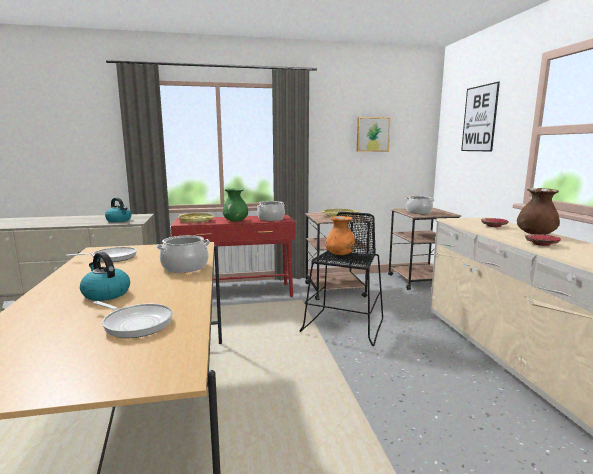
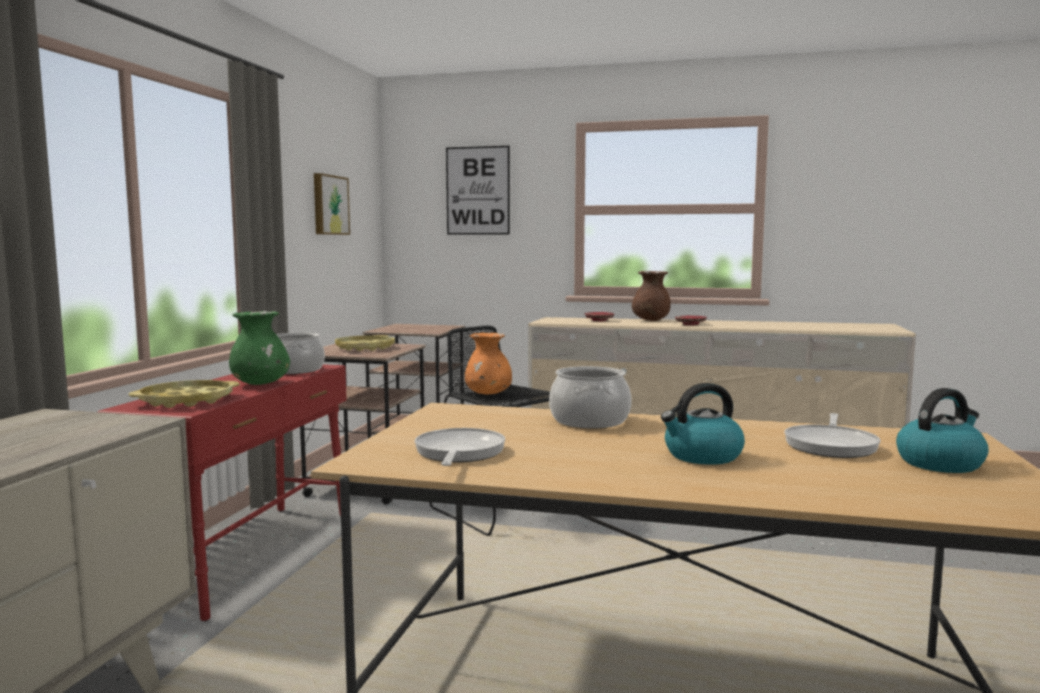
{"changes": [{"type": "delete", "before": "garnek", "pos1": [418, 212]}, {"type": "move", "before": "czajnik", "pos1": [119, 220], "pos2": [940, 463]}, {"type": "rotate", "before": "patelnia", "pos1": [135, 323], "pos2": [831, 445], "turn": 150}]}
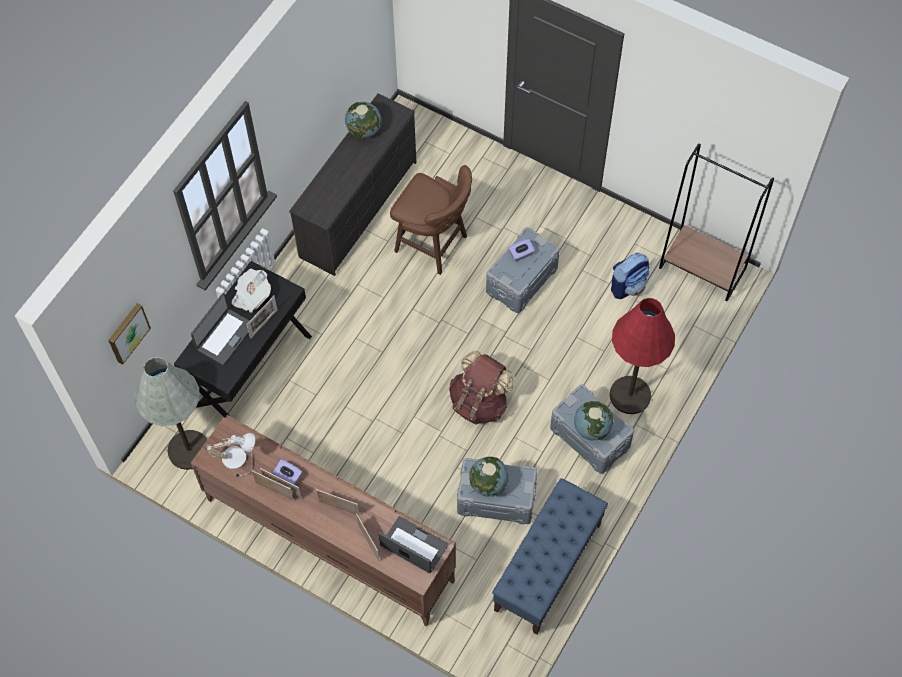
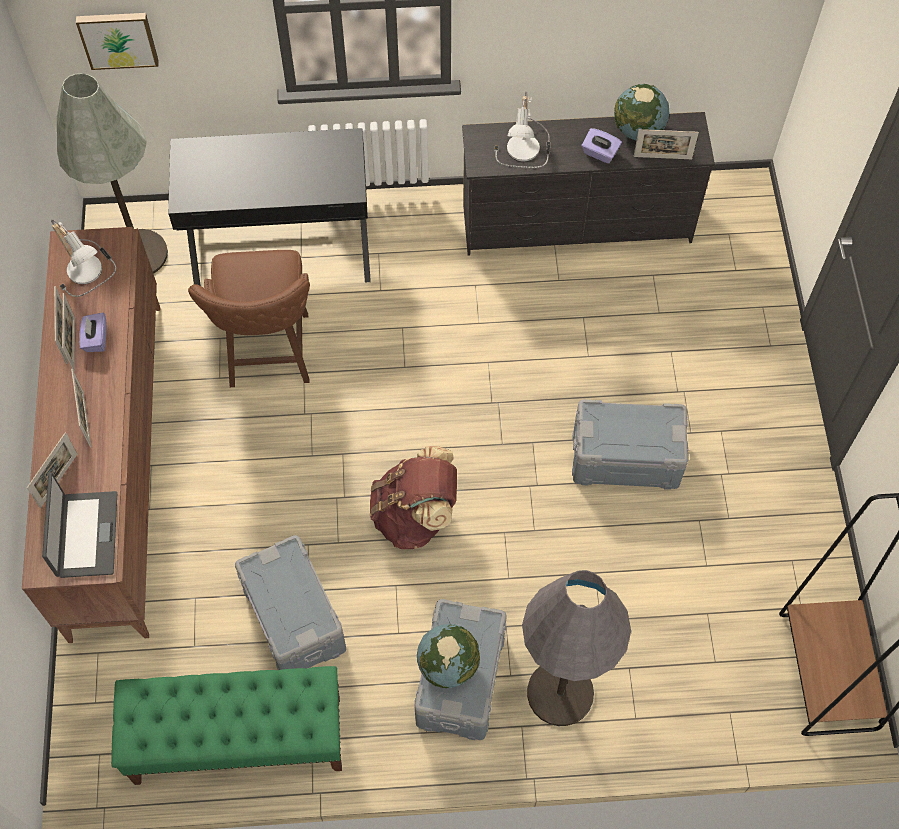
{"changes": [{"type": "move", "before": "stołek (brązowy)", "pos1": [434, 245], "pos2": [269, 355]}, {"type": "move", "before": "pudełko chusteczek (fioletowy)", "pos1": [521, 254], "pos2": [599, 153]}, {"type": "delete", "before": "plecak", "pos1": [628, 286]}, {"type": "delete", "before": "gazeta", "pos1": [251, 296]}, {"type": "delete", "before": "laptop", "pos1": [224, 336]}, {"type": "move", "before": "ramka na zdjęcie", "pos1": [264, 324], "pos2": [662, 157]}, {"type": "recolor", "before": "lampa stojąca (czerwony)", "after": "lampa stojąca (szary)", "pos1": [630, 395], "pos2": [560, 693]}, {"type": "delete", "before": "globus", "pos1": [488, 484]}, {"type": "recolor", "before": "ławka (niebieski)", "after": "ławka (zielony)", "pos1": [547, 567], "pos2": [237, 740]}, {"type": "insert", "after": "lampa stołowa", "pos2": [526, 150]}]}
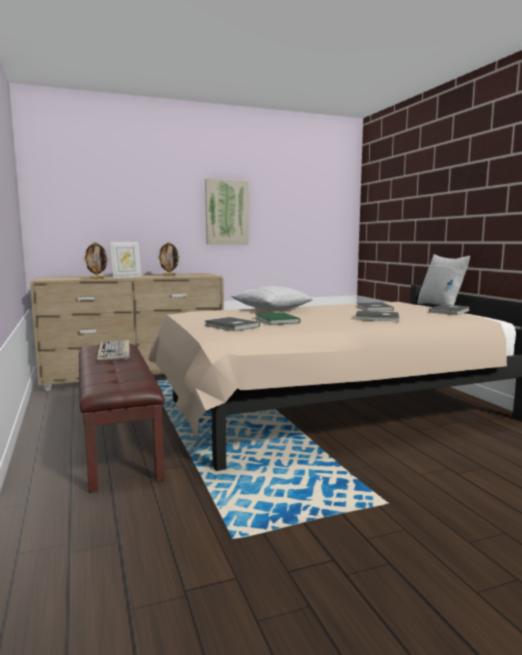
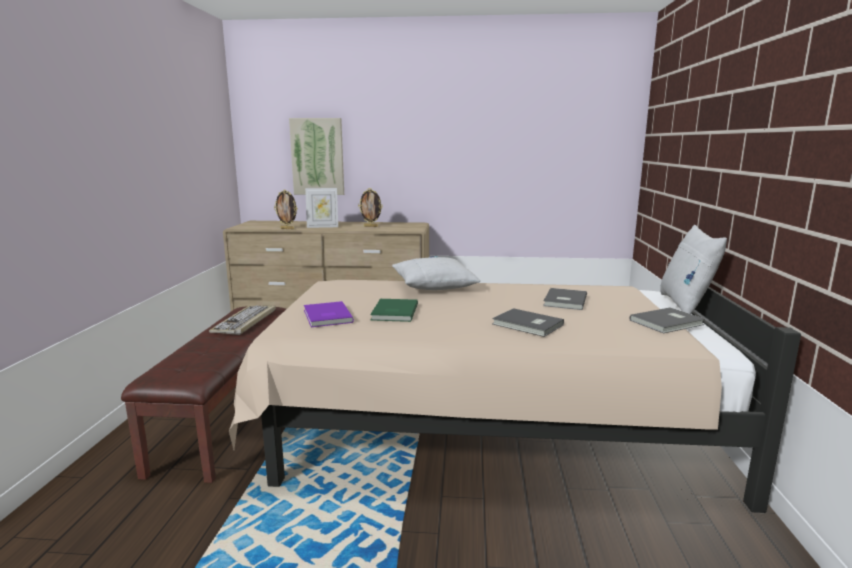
{"changes": [{"type": "move", "before": "obraz", "pos1": [226, 212], "pos2": [317, 157]}, {"type": "recolor", "before": "książka (szary)", "after": "książka (fioletowy)", "pos1": [231, 326], "pos2": [326, 316]}]}
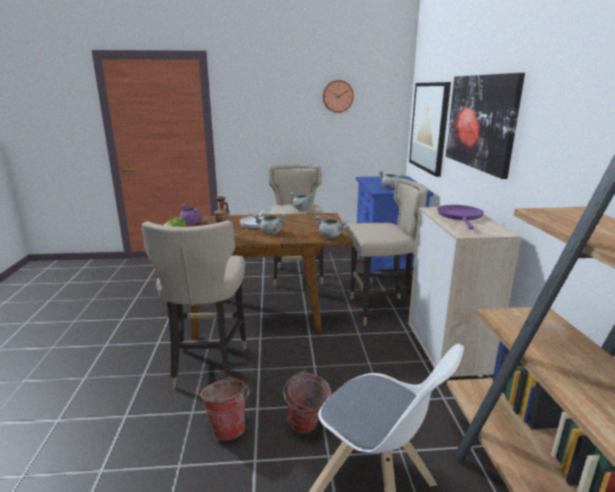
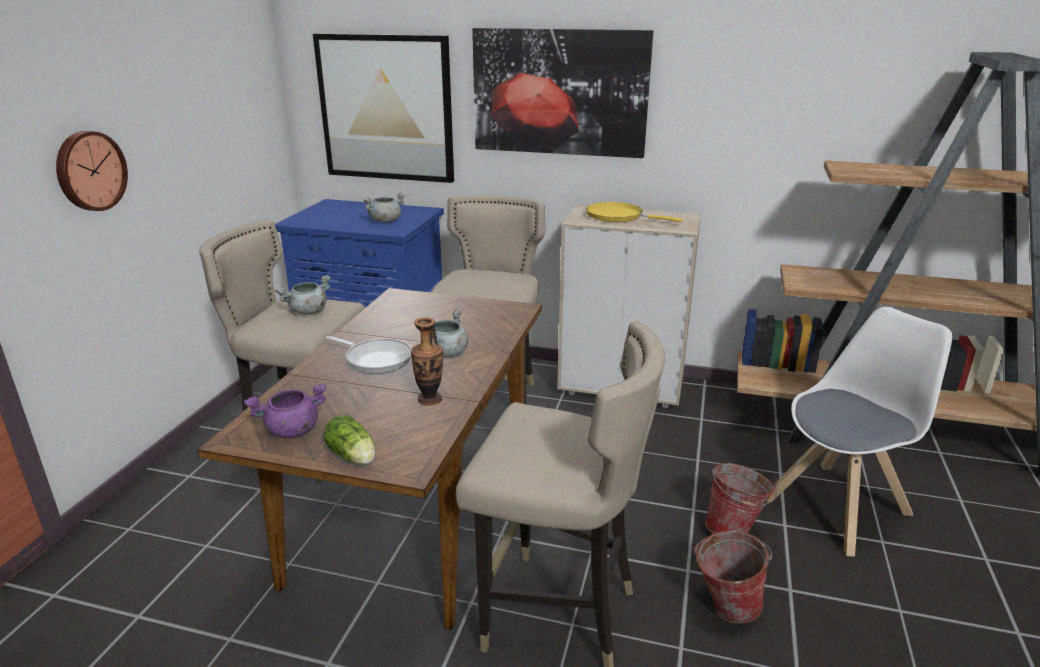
{"changes": [{"type": "move", "before": "zegar ścienny", "pos1": [338, 96], "pos2": [89, 171]}, {"type": "recolor", "before": "patelnia (fioletowy)", "after": "patelnia (żółty)", "pos1": [460, 216], "pos2": [618, 216]}, {"type": "delete", "before": "garnek (szary)", "pos1": [331, 236]}]}
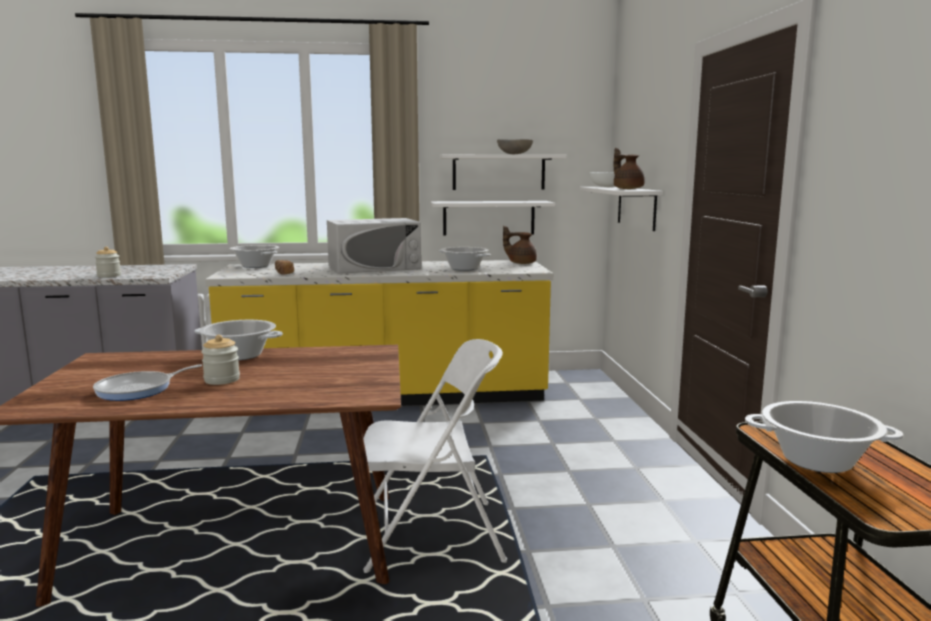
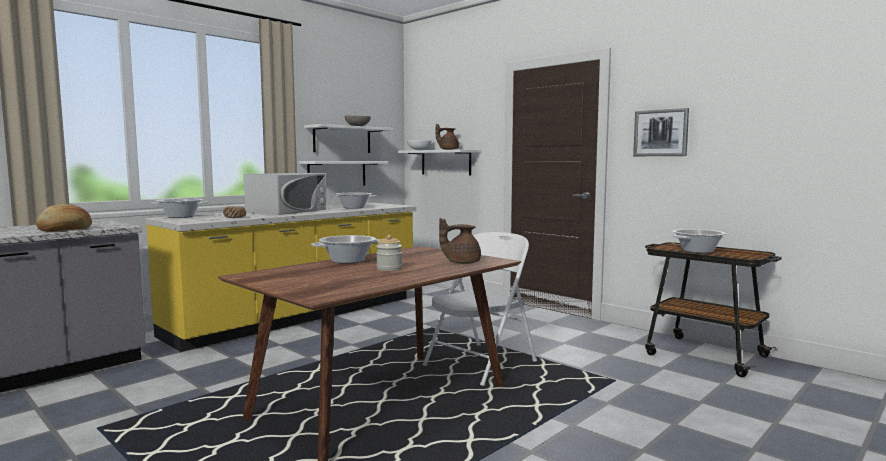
{"changes": [{"type": "move", "before": "imbryk (brązowy)", "pos1": [521, 263], "pos2": [461, 262]}, {"type": "replace", "before": "słoik", "after": "chleb", "pos1": [109, 276], "pos2": [66, 230]}, {"type": "delete", "before": "patelnia", "pos1": [139, 389]}, {"type": "insert", "after": "obraz", "pos2": [661, 133]}]}
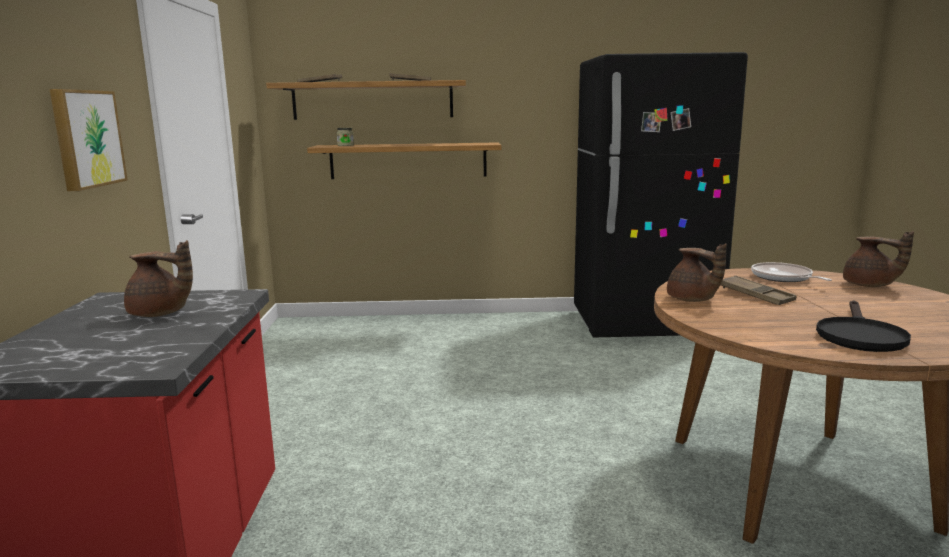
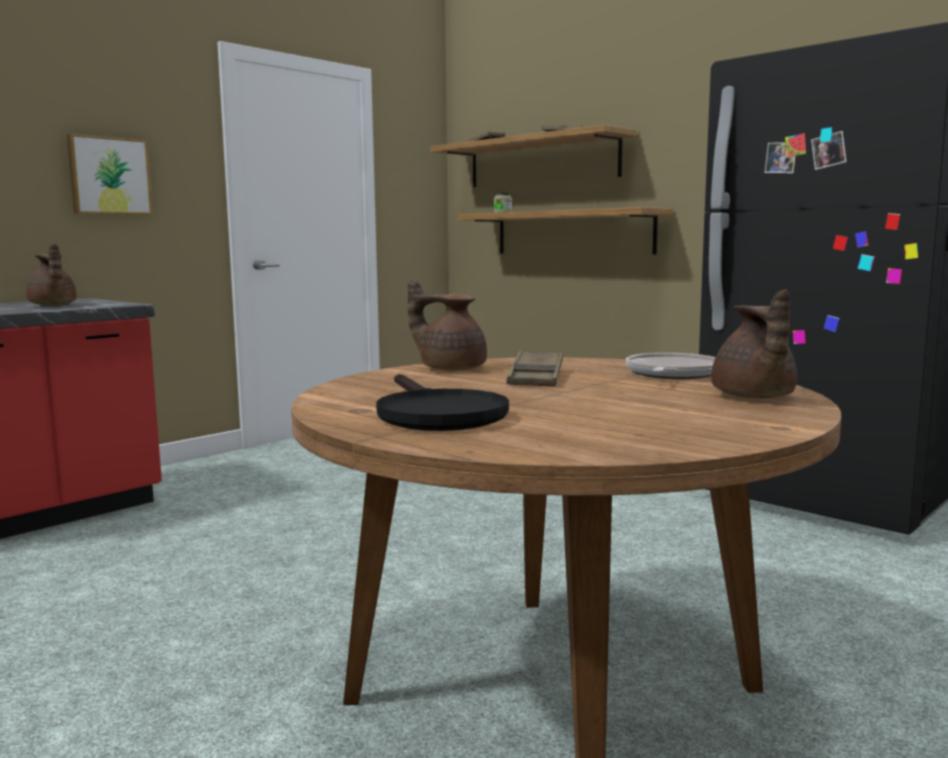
{"changes": [{"type": "rotate", "before": "imbryk (brązowy)", "pos1": [692, 300], "pos2": [450, 368], "turn": 105}, {"type": "rotate", "before": "patelnia (czarny)", "pos1": [859, 335], "pos2": [435, 414], "turn": -90}]}
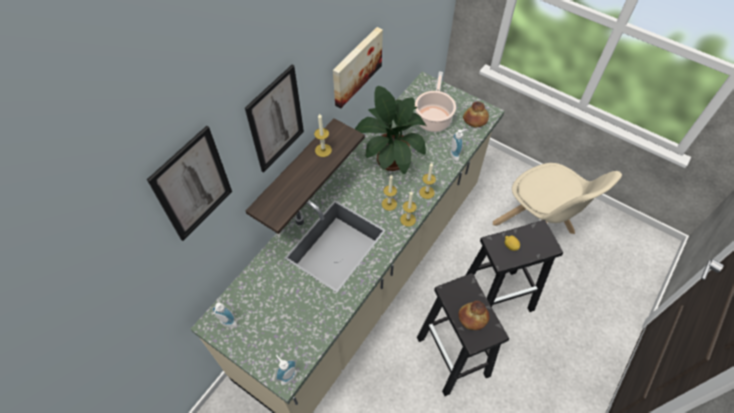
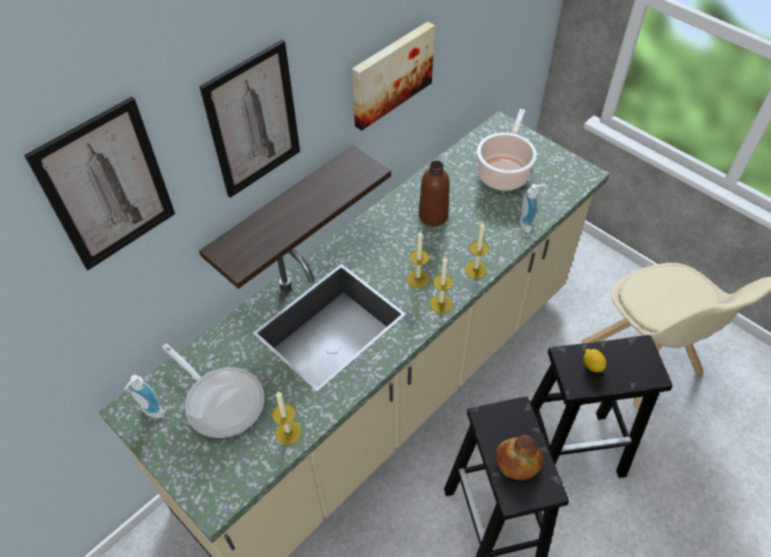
{"changes": [{"type": "replace", "before": "roślina doniczkowa", "after": "butelka (brązowy)", "pos1": [391, 156], "pos2": [433, 215]}, {"type": "delete", "before": "chleb", "pos1": [475, 119]}, {"type": "move", "before": "świeca", "pos1": [323, 150], "pos2": [288, 432]}, {"type": "delete", "before": "dozownik mydła", "pos1": [287, 375]}, {"type": "insert", "after": "patelnia", "pos2": [221, 400]}]}
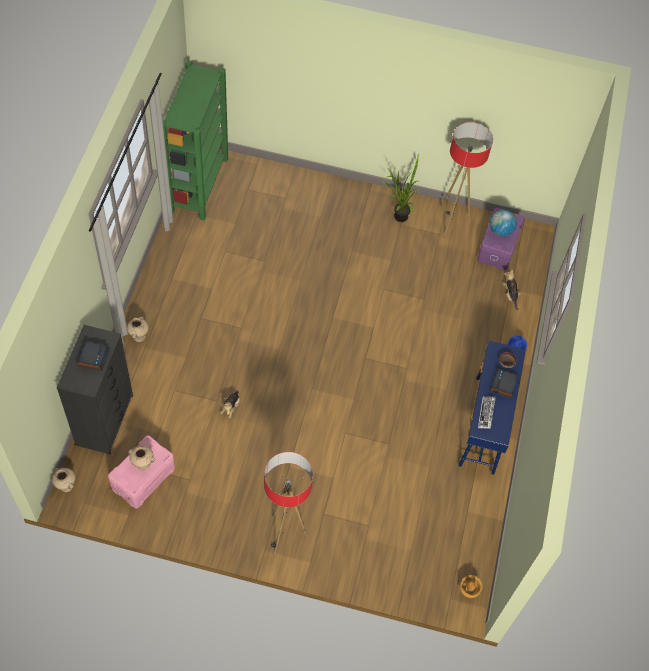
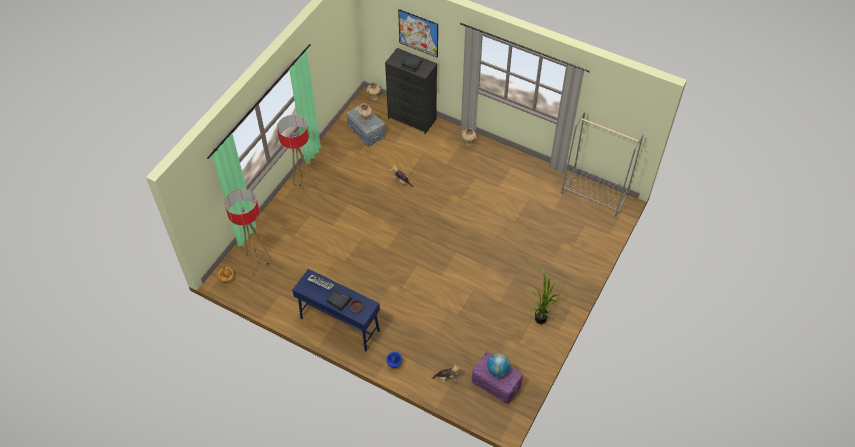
{"changes": [{"type": "replace", "before": "regał (zielony)", "after": "wieszak (szary)", "pos1": [198, 184], "pos2": [594, 194]}, {"type": "move", "before": "lampa stojąca", "pos1": [451, 222], "pos2": [257, 264]}, {"type": "recolor", "before": "pojemnik do przechowywania (różowy)", "after": "pojemnik do przechowywania (szary)", "pos1": [144, 479], "pos2": [366, 132]}, {"type": "insert", "after": "obraz", "pos2": [418, 33]}]}
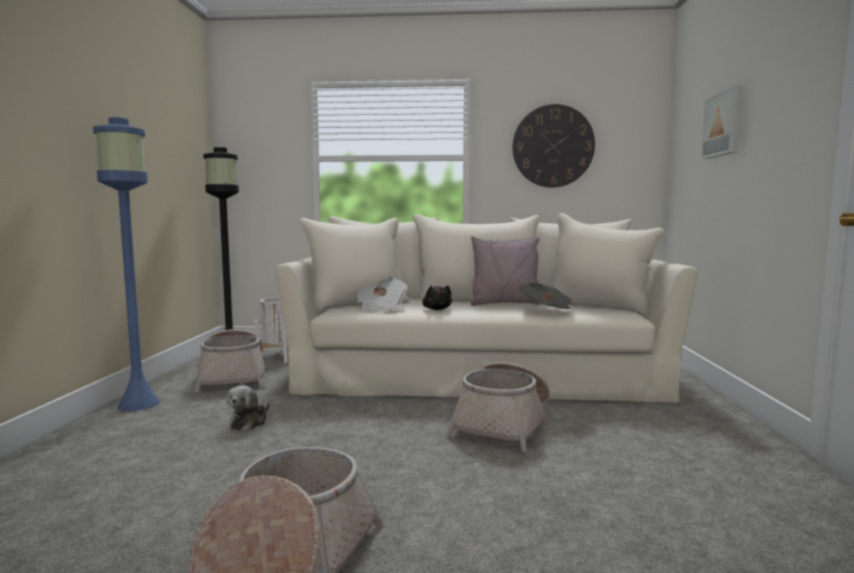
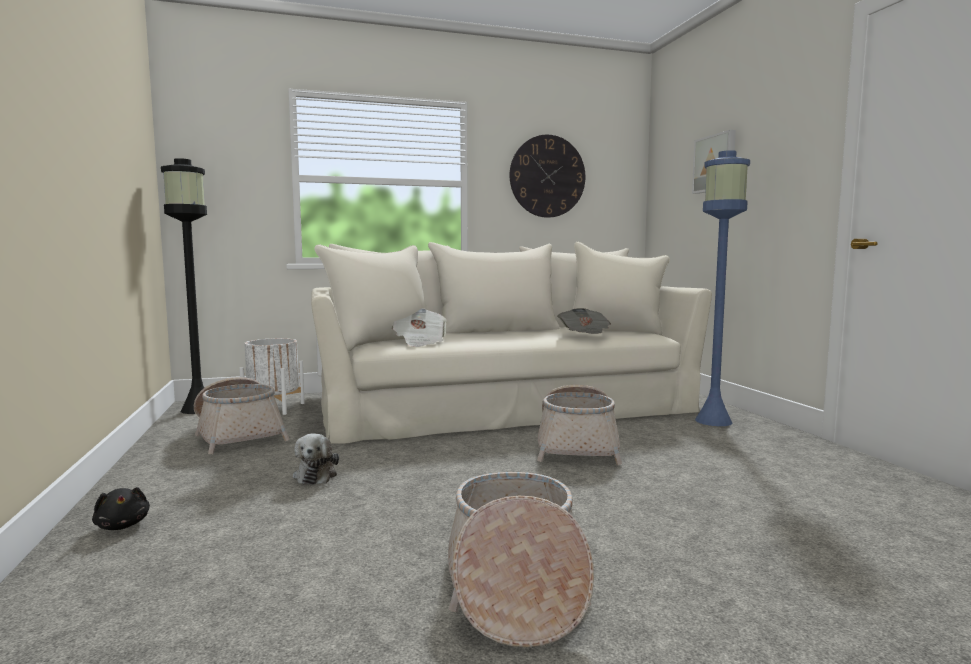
{"changes": [{"type": "move", "before": "lampa stojąca (niebieski)", "pos1": [138, 404], "pos2": [713, 421]}, {"type": "delete", "before": "poduszka (fioletowy)", "pos1": [505, 304]}, {"type": "move", "before": "pluszak (czarny)", "pos1": [437, 309], "pos2": [122, 525]}]}
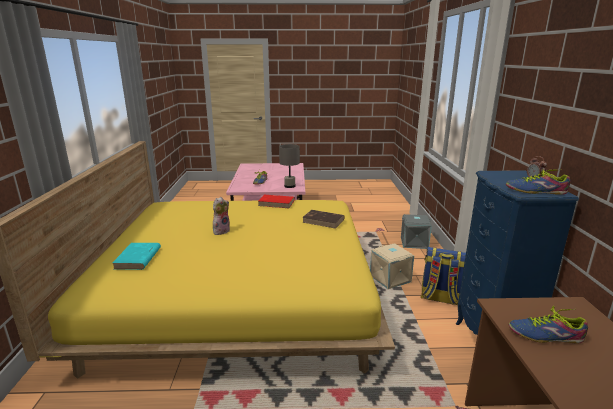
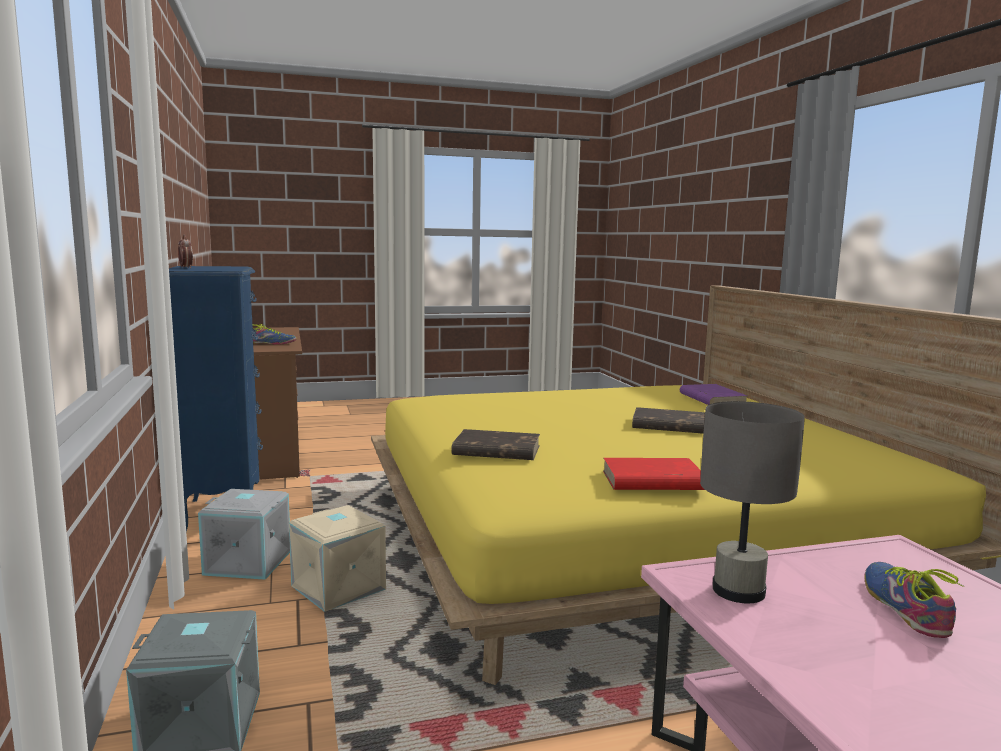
{"changes": [{"type": "delete", "before": "but", "pos1": [536, 191]}, {"type": "replace", "before": "pluszak", "after": "książka (brązowy)", "pos1": [221, 231], "pos2": [668, 425]}, {"type": "recolor", "before": "książka (turkusowy)", "after": "książka (fioletowy)", "pos1": [138, 258], "pos2": [711, 399]}, {"type": "replace", "before": "plecak", "after": "pojemnik do przechowywania (szary)", "pos1": [439, 298], "pos2": [249, 562]}]}
